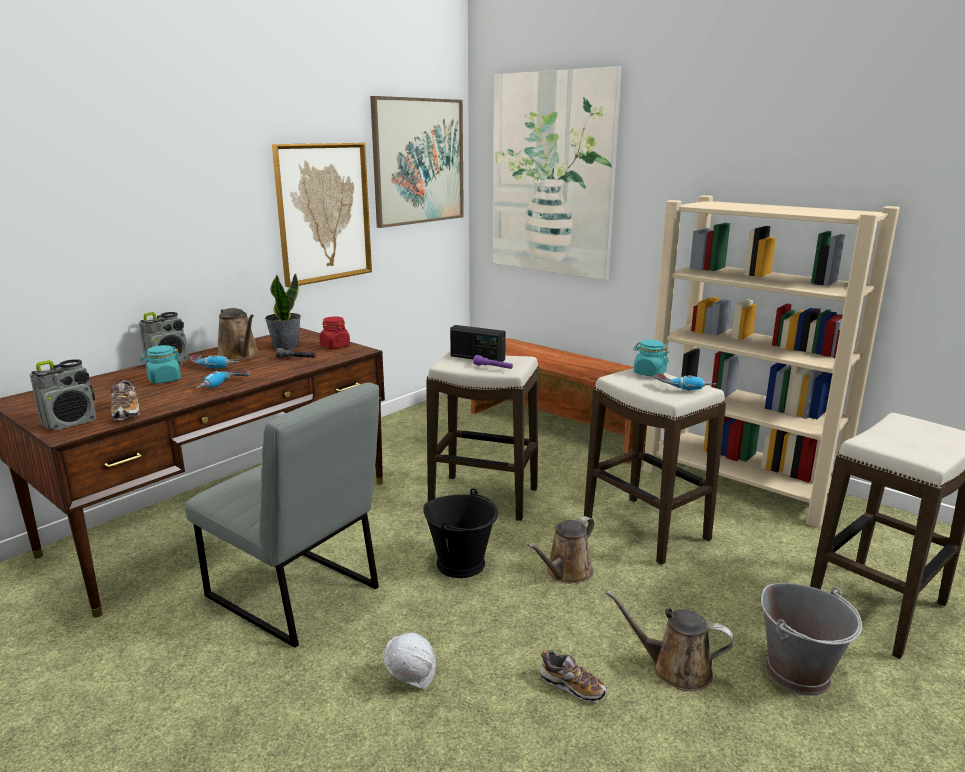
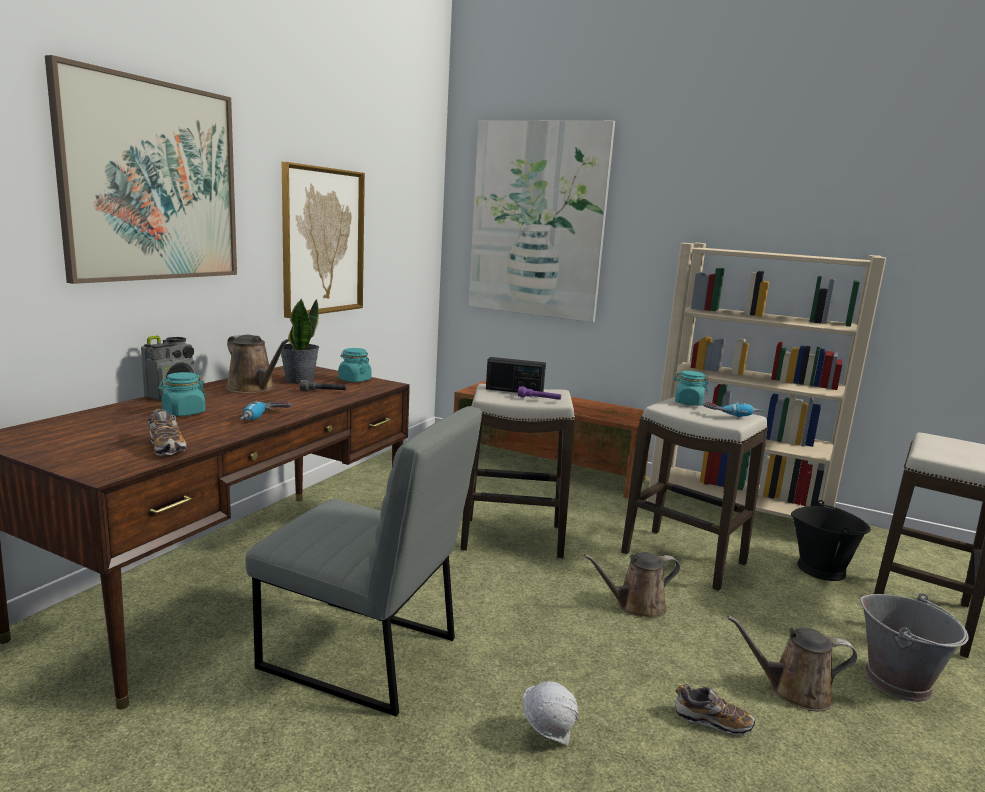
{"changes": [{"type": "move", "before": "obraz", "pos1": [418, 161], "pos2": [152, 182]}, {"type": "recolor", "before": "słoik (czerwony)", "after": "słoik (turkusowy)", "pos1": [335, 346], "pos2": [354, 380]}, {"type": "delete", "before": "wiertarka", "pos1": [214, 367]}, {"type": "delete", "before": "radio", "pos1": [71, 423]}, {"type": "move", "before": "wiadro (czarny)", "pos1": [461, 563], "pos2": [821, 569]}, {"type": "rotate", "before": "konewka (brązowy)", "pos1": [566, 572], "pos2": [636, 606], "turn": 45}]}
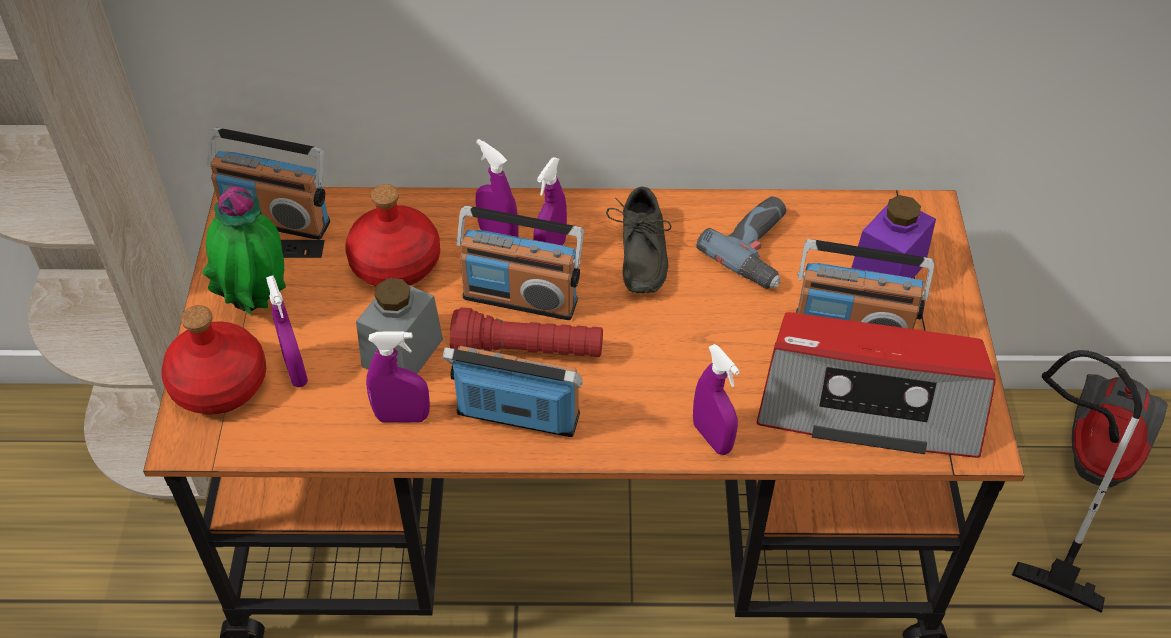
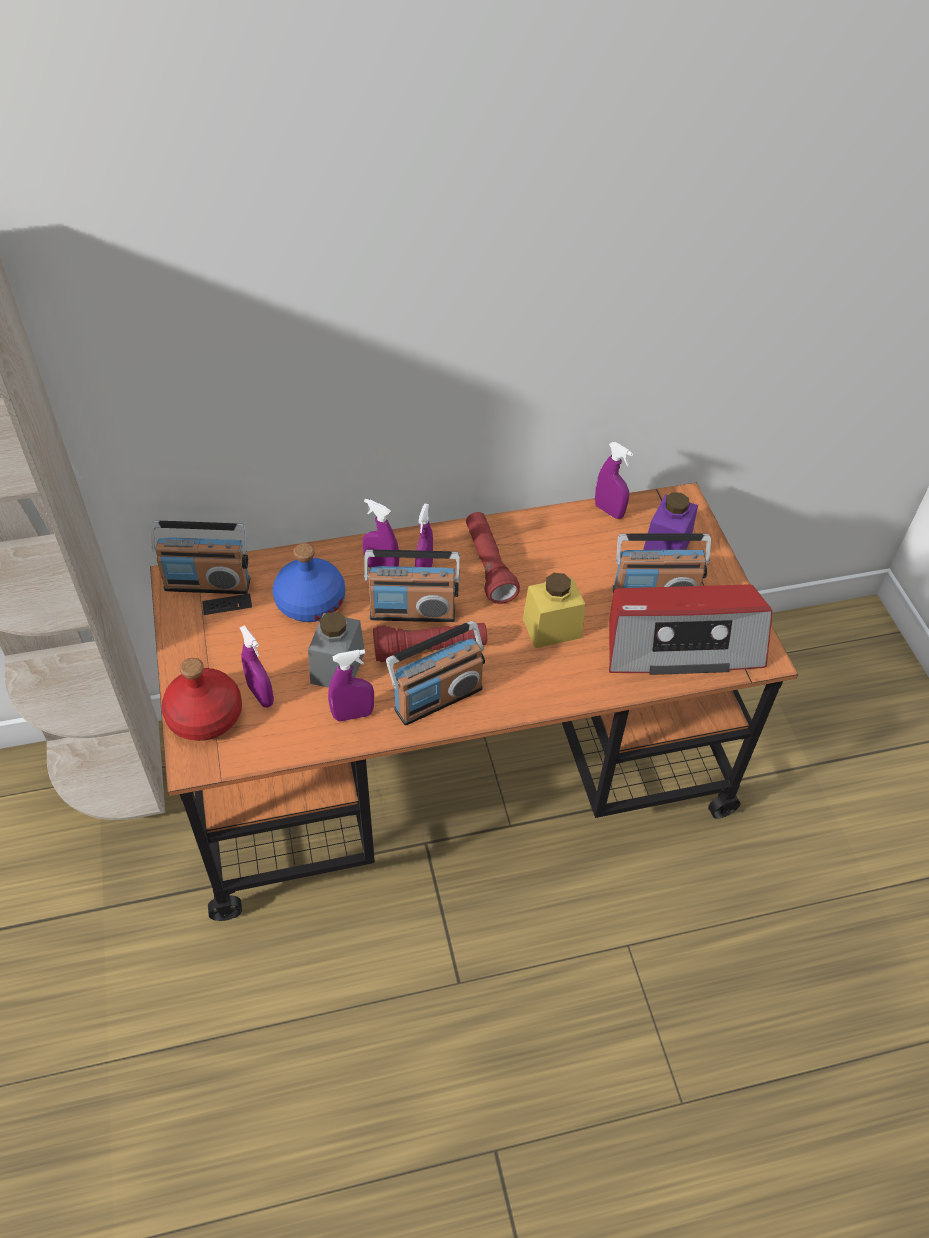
{"changes": [{"type": "recolor", "before": "butelka (czerwony)", "after": "butelka (niebieski)", "pos1": [395, 262], "pos2": [310, 601]}, {"type": "delete", "before": "roślina doniczkowa", "pos1": [258, 302]}, {"type": "replace", "before": "but (szary)", "after": "latarka (czerwony)", "pos1": [638, 256], "pos2": [488, 566]}, {"type": "delete", "before": "wiertarka", "pos1": [760, 249]}, {"type": "move", "before": "spryskiwacz (fioletowy)", "pos1": [712, 437], "pos2": [609, 511]}, {"type": "rotate", "before": "radio", "pos1": [517, 416], "pos2": [437, 698], "turn": 150}, {"type": "delete", "before": "odkurzacz", "pos1": [1084, 473]}, {"type": "insert", "after": "słoik (żółty)", "pos2": [552, 628]}]}
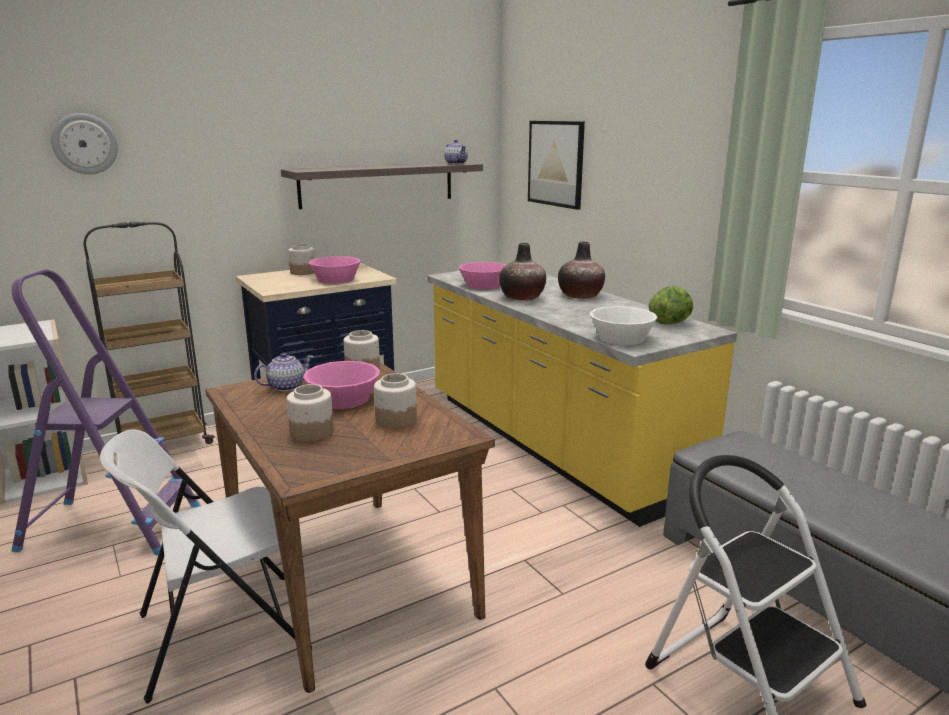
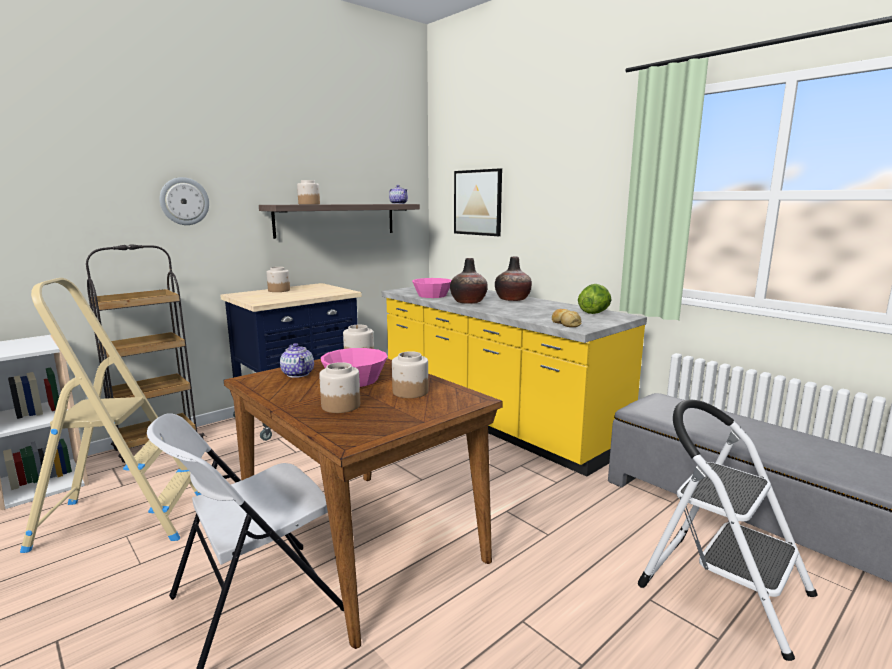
{"changes": [{"type": "move", "before": "zegar ścienny", "pos1": [85, 144], "pos2": [184, 201]}, {"type": "delete", "before": "miska (różowy)", "pos1": [335, 280]}, {"type": "recolor", "before": "drabinka (fioletowy)", "after": "drabinka (beżowy)", "pos1": [113, 527], "pos2": [123, 520]}, {"type": "replace", "before": "miska (biały)", "after": "chleb", "pos1": [621, 338], "pos2": [565, 323]}, {"type": "rotate", "before": "imbryk", "pos1": [286, 386], "pos2": [298, 374], "turn": 105}, {"type": "insert", "after": "słoik", "pos2": [309, 204]}]}
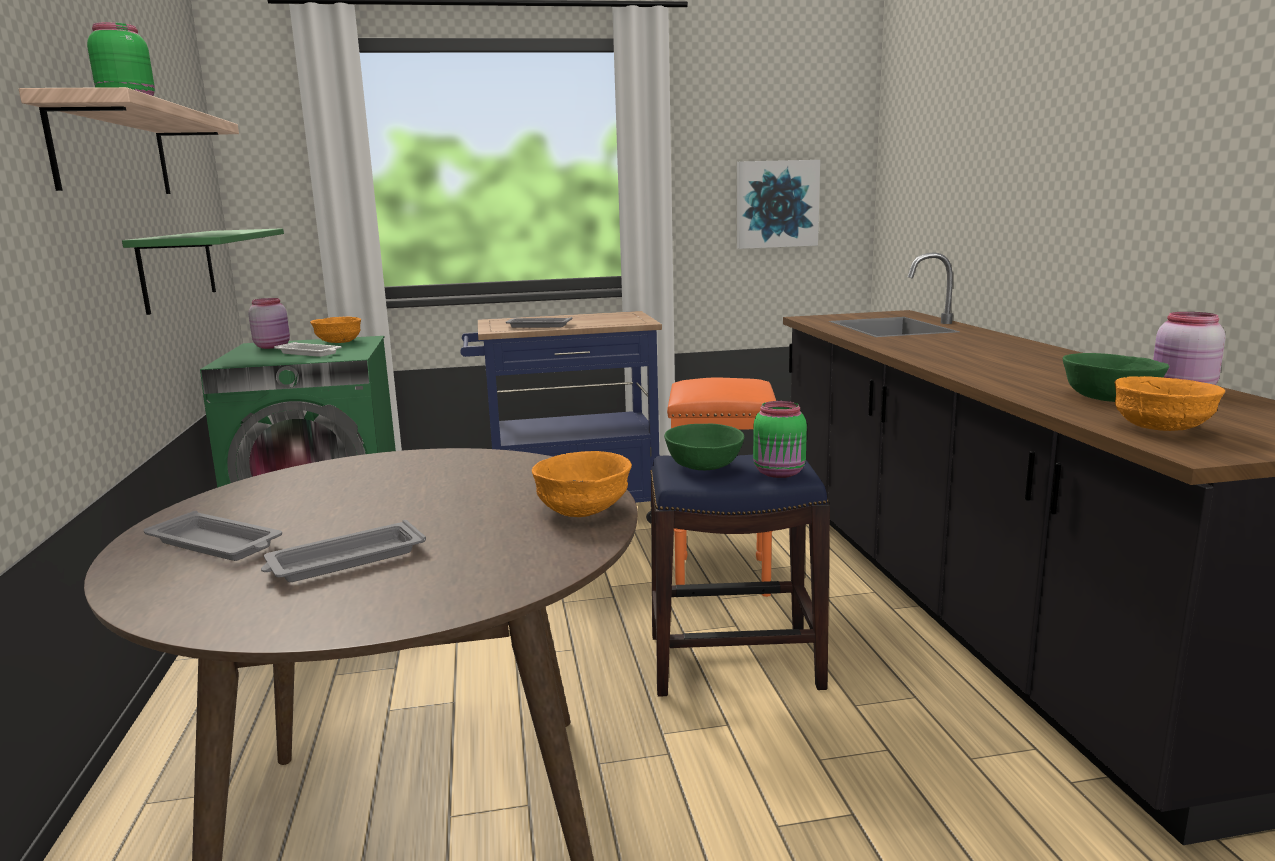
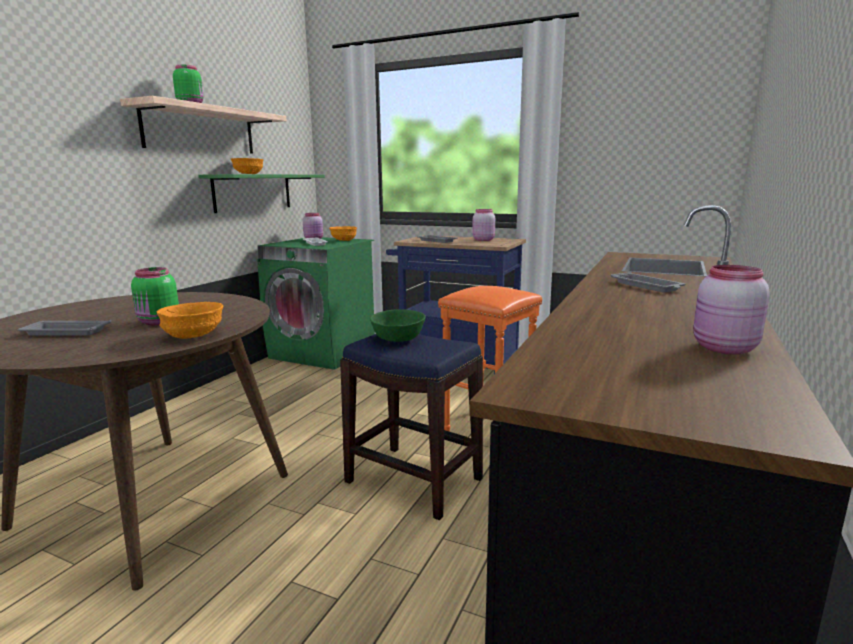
{"changes": [{"type": "delete", "before": "obraz", "pos1": [776, 204]}, {"type": "delete", "before": "miska (zielony)", "pos1": [1109, 398]}, {"type": "move", "before": "miska (pomarańczowy)", "pos1": [1160, 428], "pos2": [248, 174]}, {"type": "move", "before": "słoik (zielony)", "pos1": [780, 473], "pos2": [158, 322]}, {"type": "move", "before": "taca (szary)", "pos1": [217, 545], "pos2": [647, 286]}, {"type": "insert", "after": "słoik (różowy)", "pos2": [483, 240]}]}
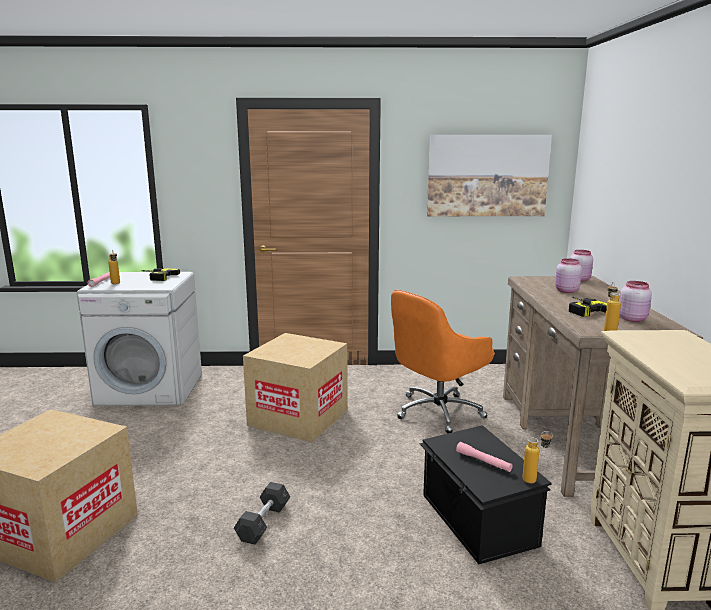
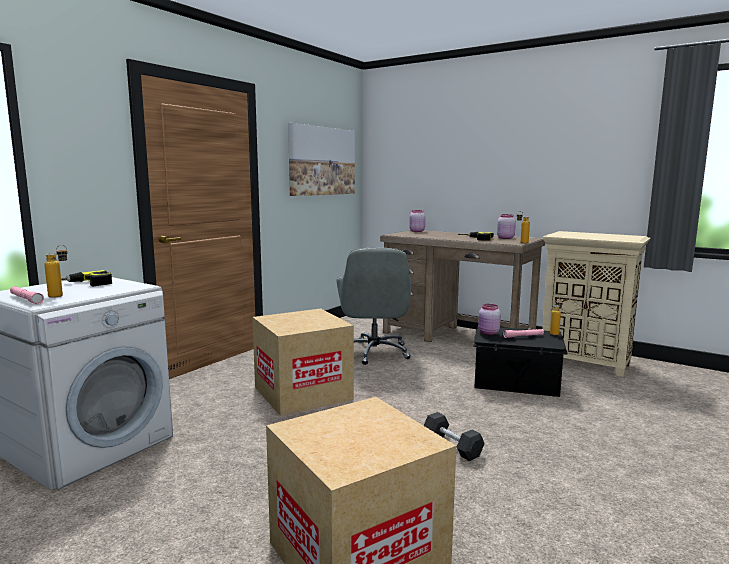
{"changes": [{"type": "move", "before": "słoik (różowy)", "pos1": [566, 291], "pos2": [488, 333]}, {"type": "recolor", "before": "krzesło biurowe (pomarańczowy)", "after": "krzesło biurowe (szary)", "pos1": [438, 412], "pos2": [373, 352]}]}
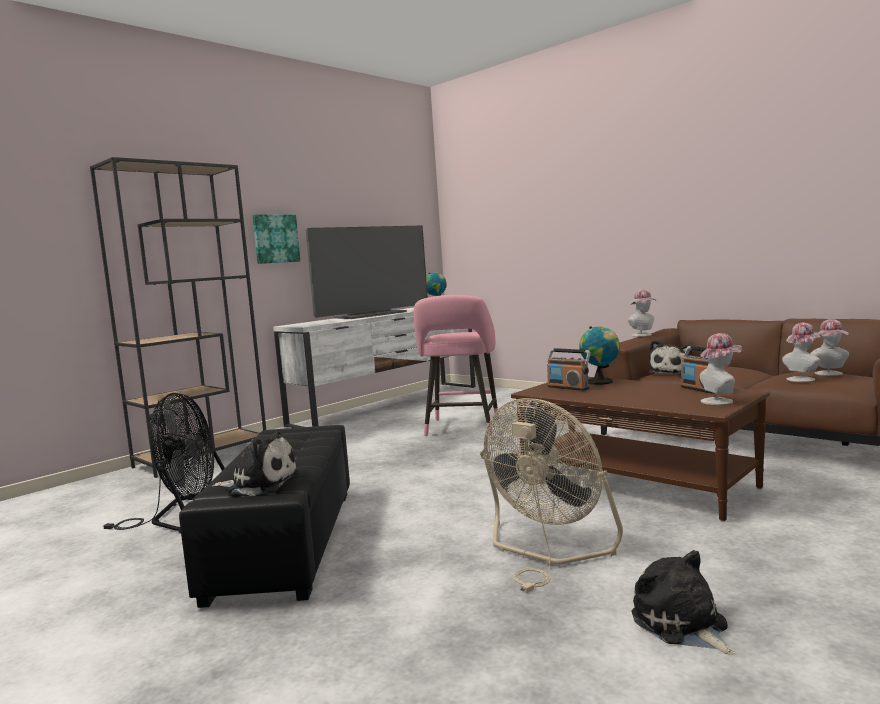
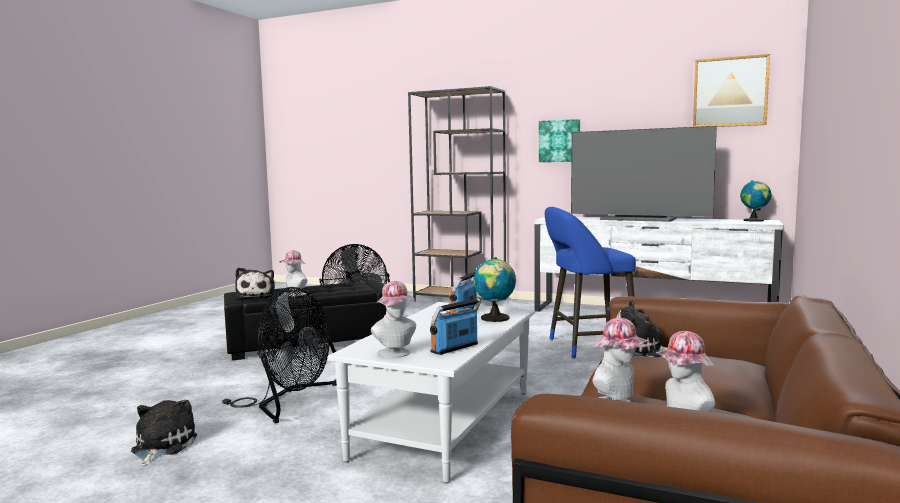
{"changes": [{"type": "move", "before": "kapelusz", "pos1": [643, 335], "pos2": [295, 294]}, {"type": "recolor", "before": "stołek (różowy)", "after": "stołek (niebieski)", "pos1": [462, 428], "pos2": [586, 347]}, {"type": "recolor", "before": "ława (brązowy)", "after": "ława (biały)", "pos1": [637, 483], "pos2": [445, 424]}, {"type": "recolor", "before": "wentylator (beżowy)", "after": "wentylator (czarny)", "pos1": [541, 550], "pos2": [287, 401]}, {"type": "rotate", "before": "pluszak", "pos1": [682, 625], "pos2": [161, 446], "turn": -45}, {"type": "insert", "after": "obraz", "pos2": [730, 92]}]}
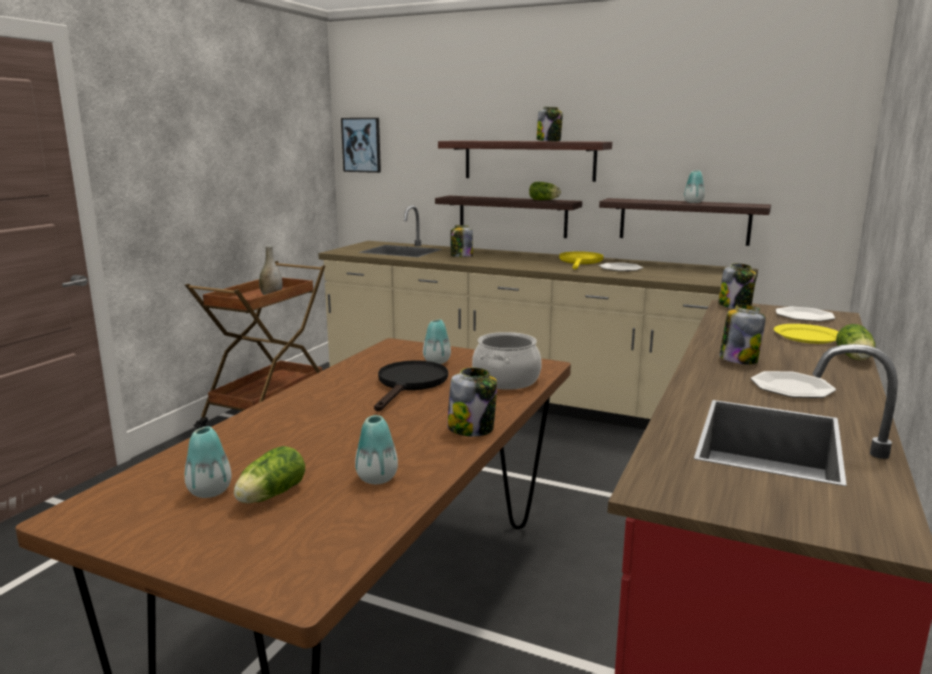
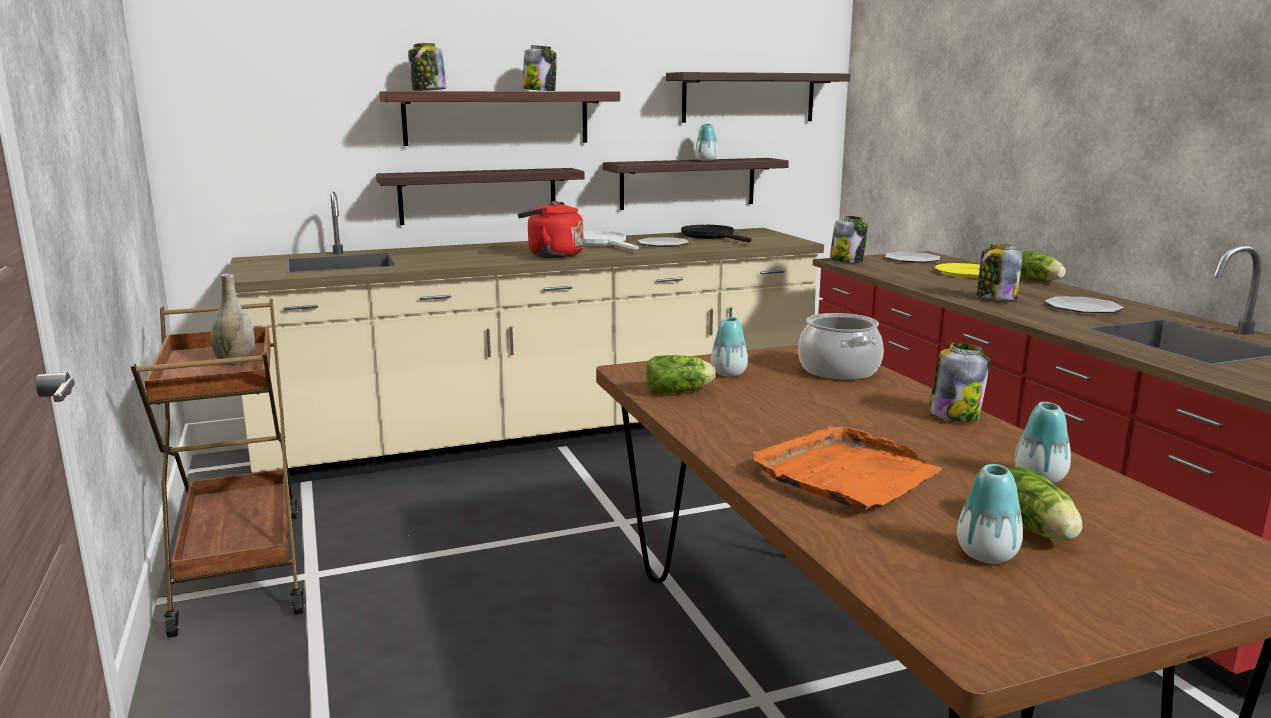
{"changes": [{"type": "delete", "before": "obraz", "pos1": [362, 145]}, {"type": "move", "before": "sałata", "pos1": [545, 200], "pos2": [680, 391]}, {"type": "move", "before": "słoik", "pos1": [461, 256], "pos2": [428, 90]}, {"type": "recolor", "before": "patelnia (żółty)", "after": "patelnia (biały)", "pos1": [580, 262], "pos2": [603, 243]}, {"type": "move", "before": "patelnia (czarny)", "pos1": [410, 384], "pos2": [712, 236]}, {"type": "insert", "after": "półka", "pos2": [748, 97]}, {"type": "insert", "after": "czajnik (czerwony)", "pos2": [551, 255]}, {"type": "insert", "after": "taca (pomarańczowy)", "pos2": [846, 474]}]}
